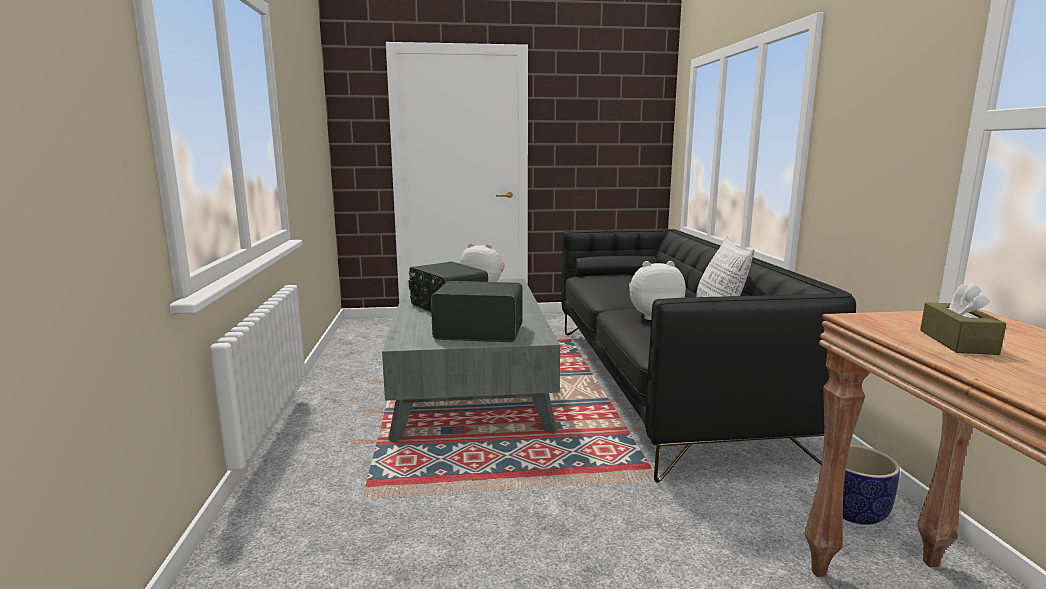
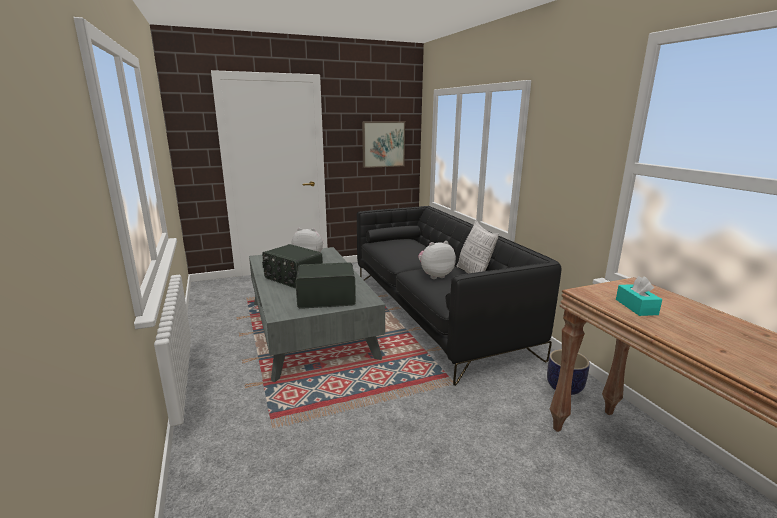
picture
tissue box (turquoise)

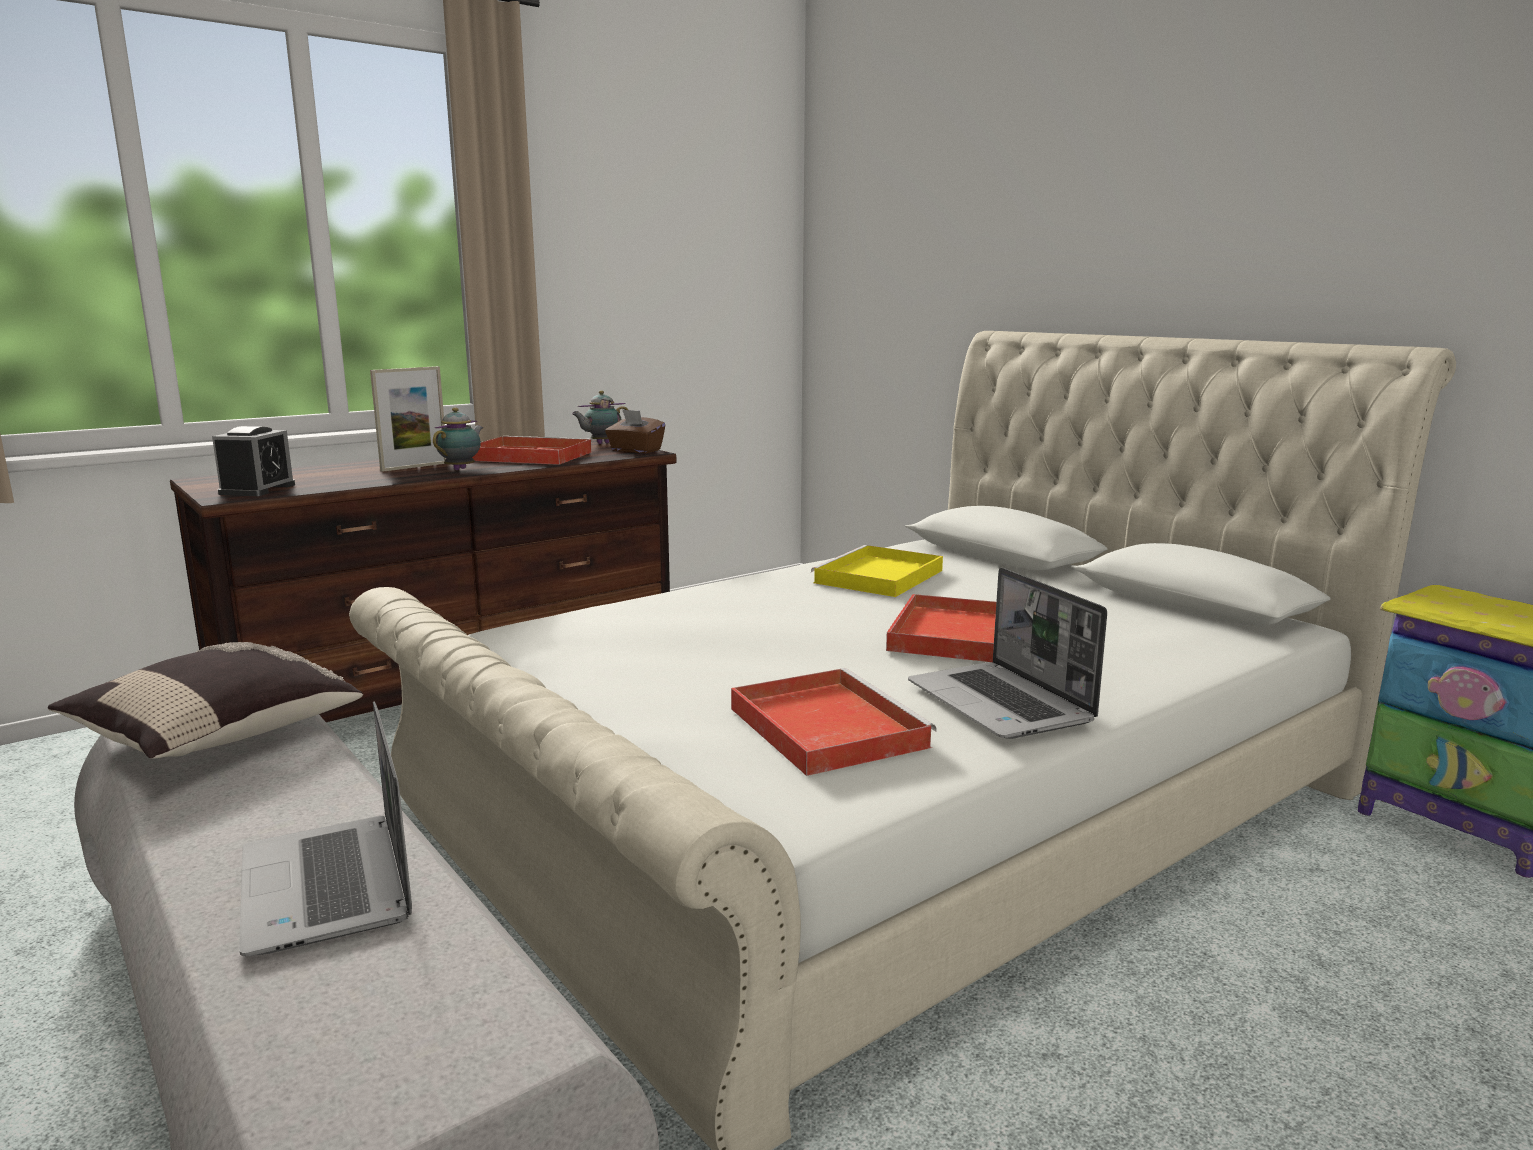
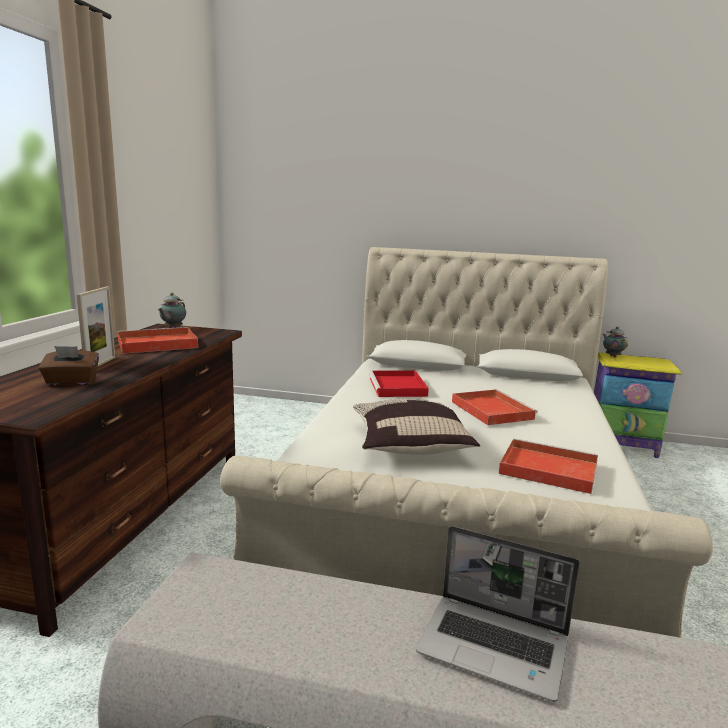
tissue box (brown)
pillow
tray (red) (no. 2 from left)
teapot (no. 2 from left)
alarm clock
laptop (no. 2 from left in the first image)

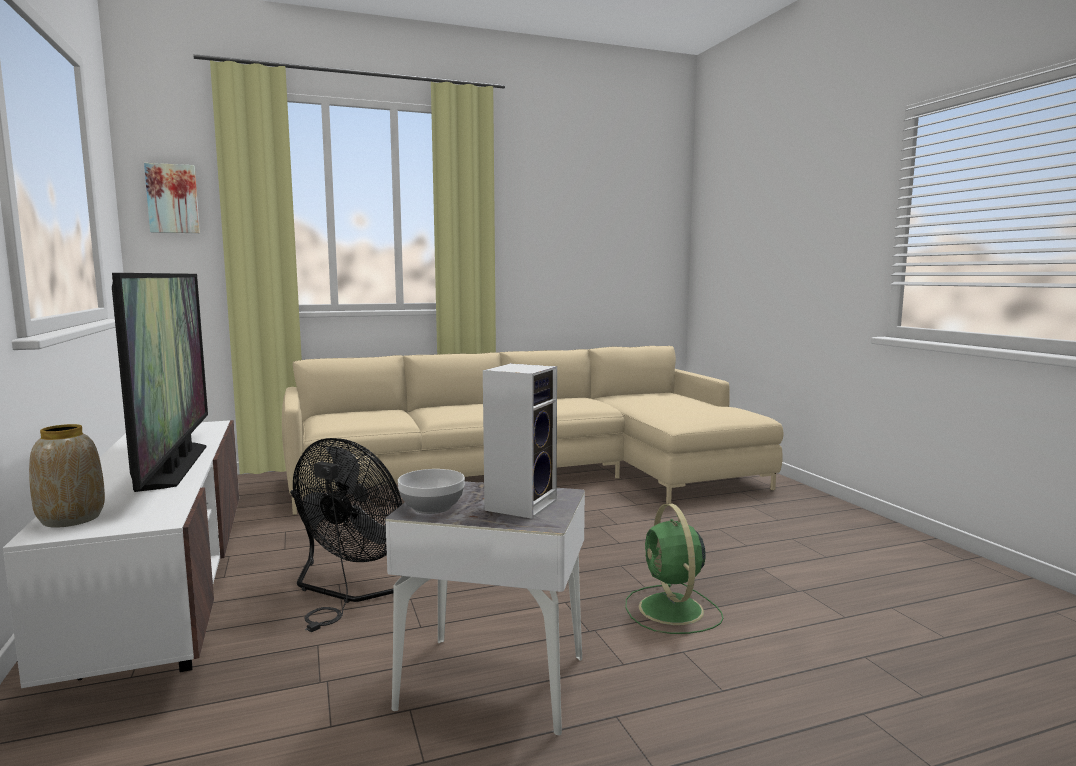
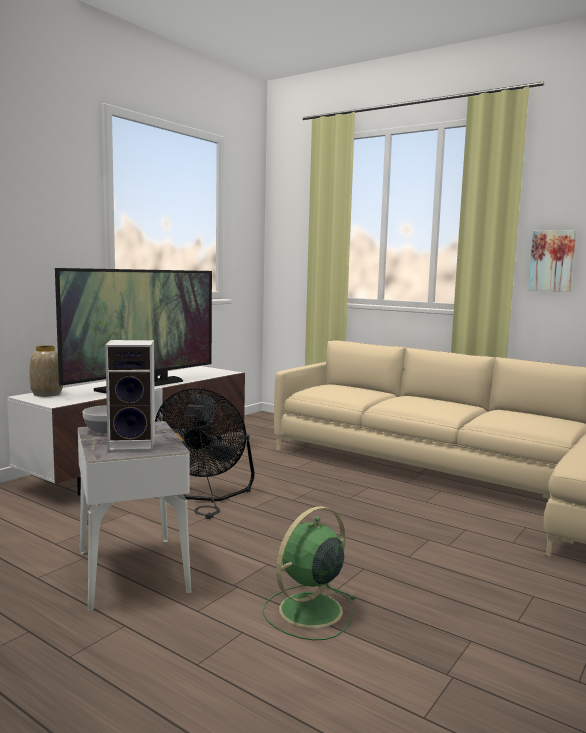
fan (black)
picture

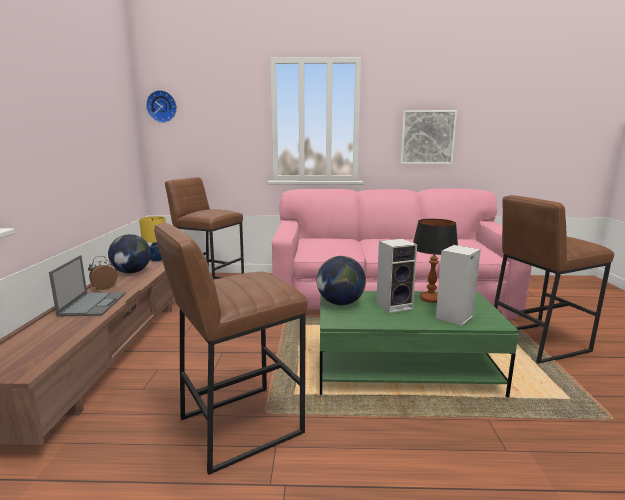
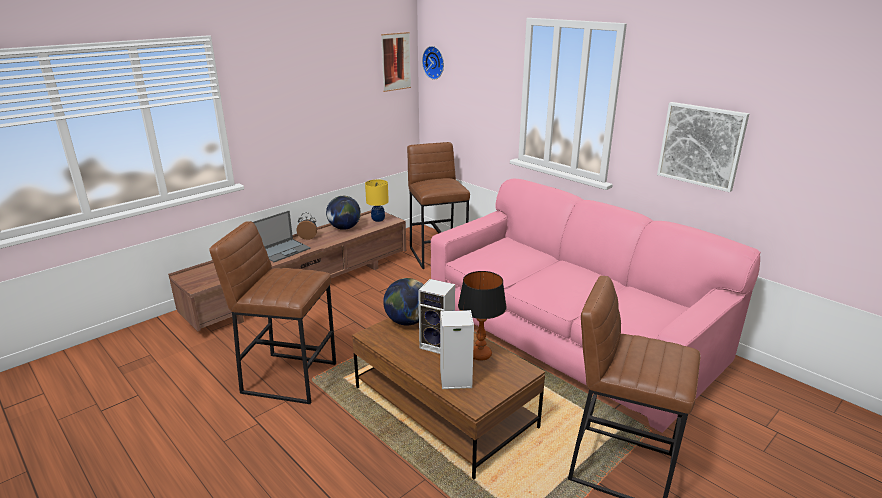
coffee table (brown)
picture (no. 1 from left)

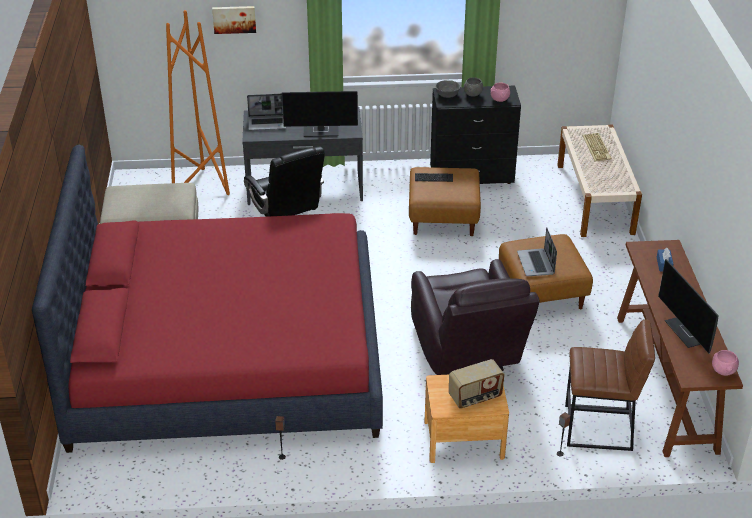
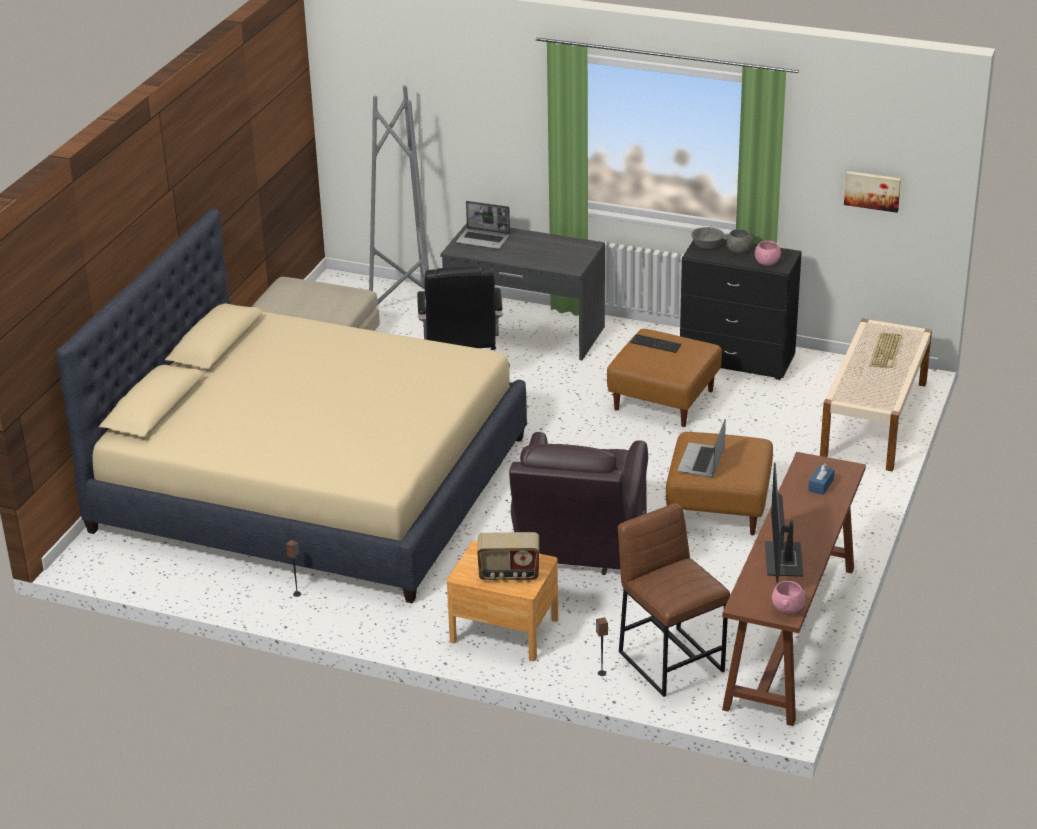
bed (beige)
clothes rack (grey)
chair (brown)
picture
monitor (no. 1 from left in the first image)

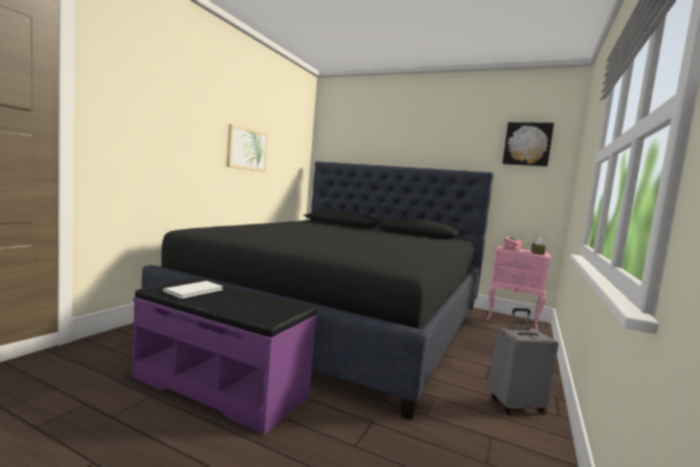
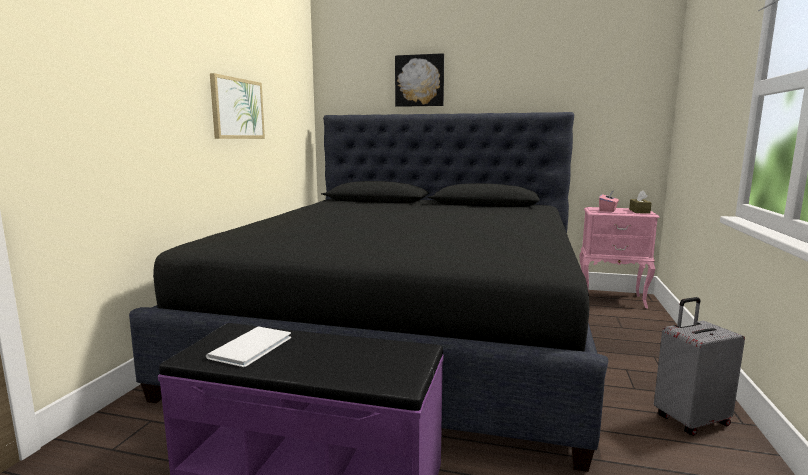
picture (no. 2 from left)

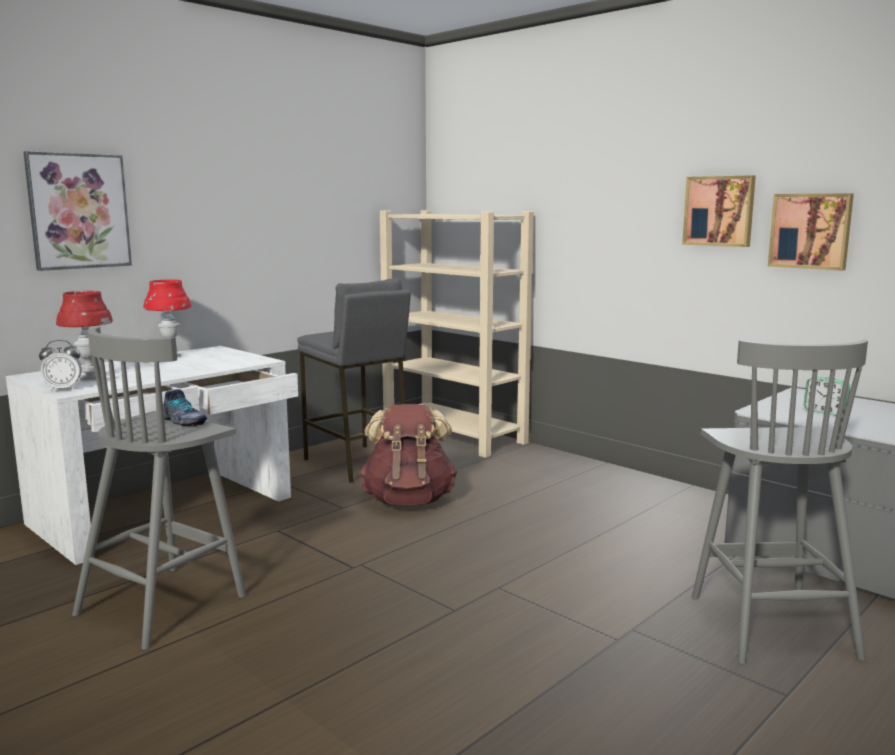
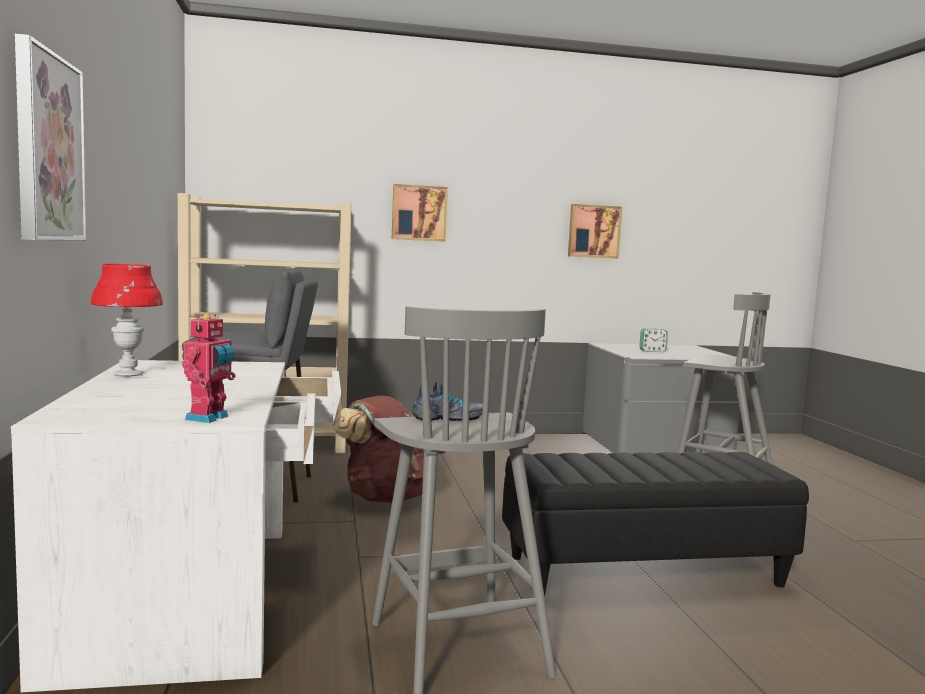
toy robot
picture (no. 2 from left)
ottoman (black)
table lamp (red) (no. 1 from left in the first image)

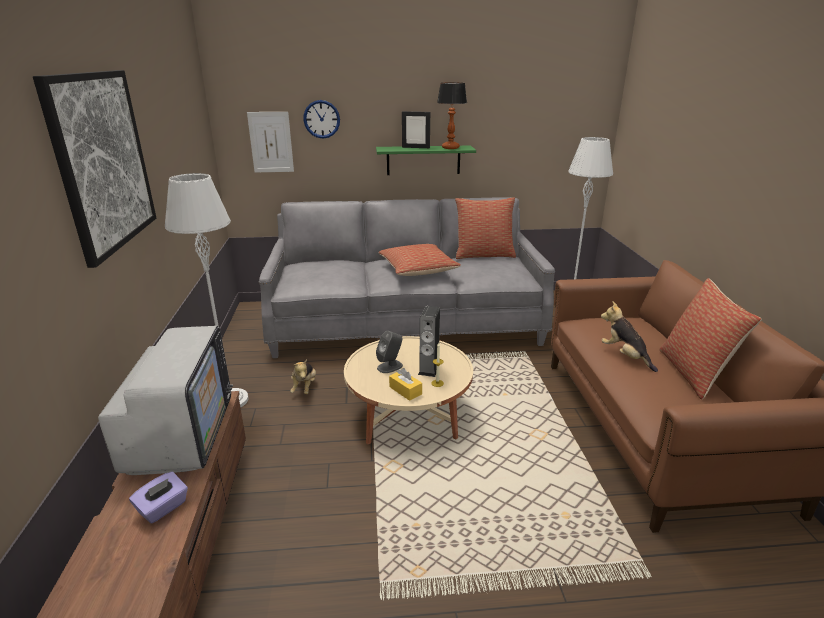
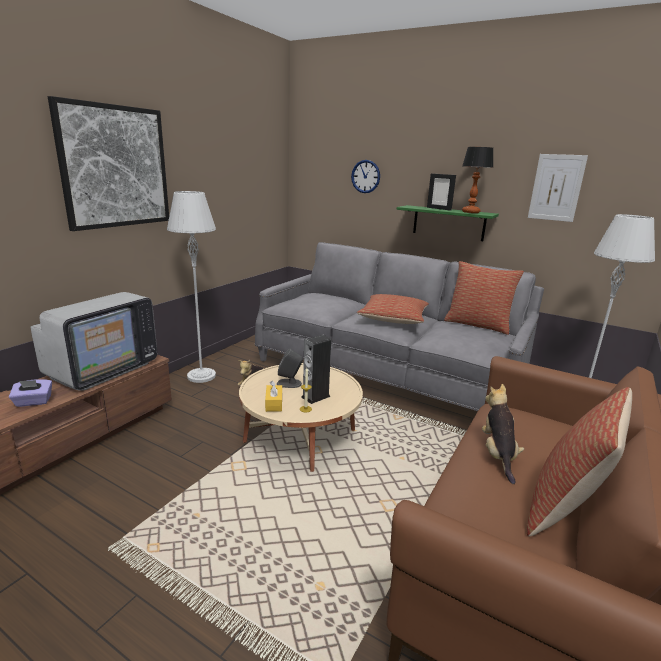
picture (no. 2 from left)

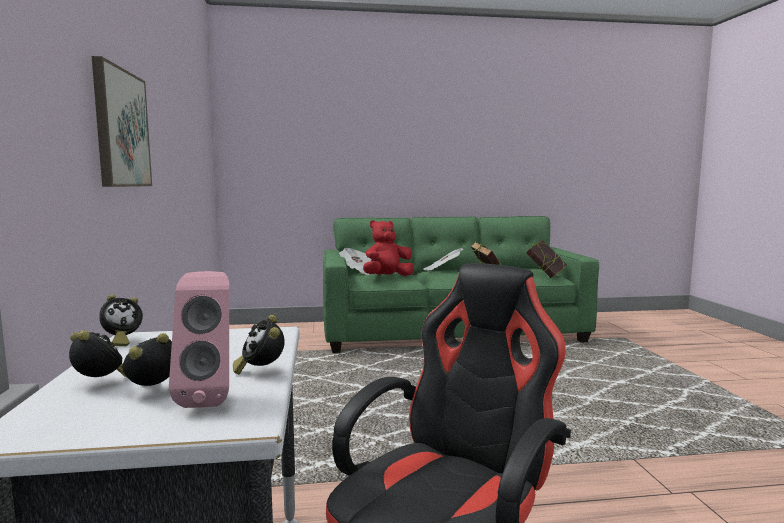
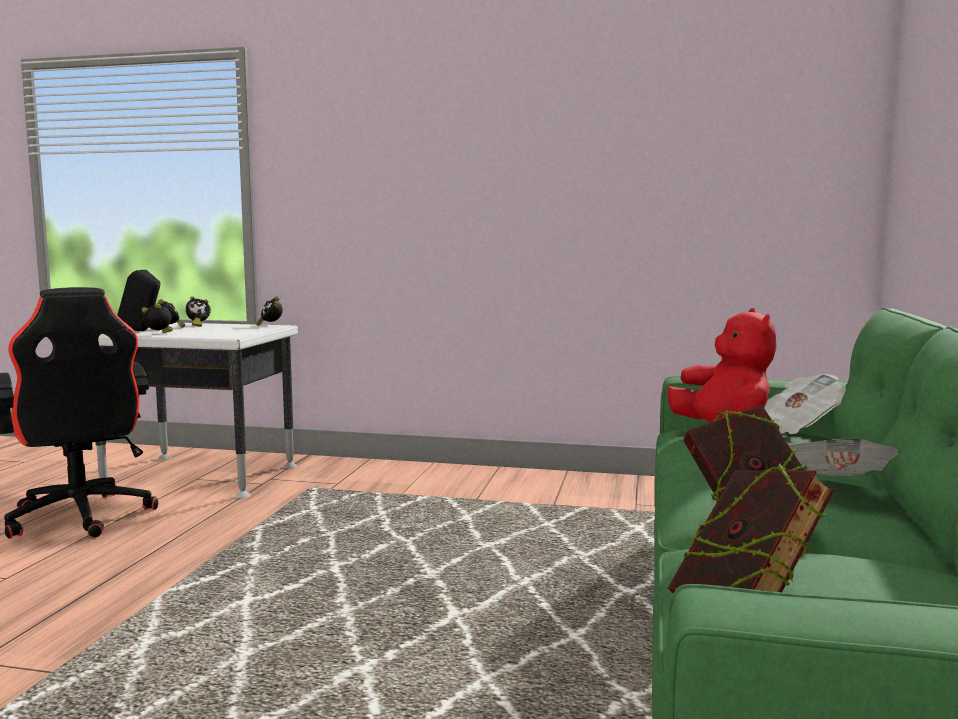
speaker (black)
picture

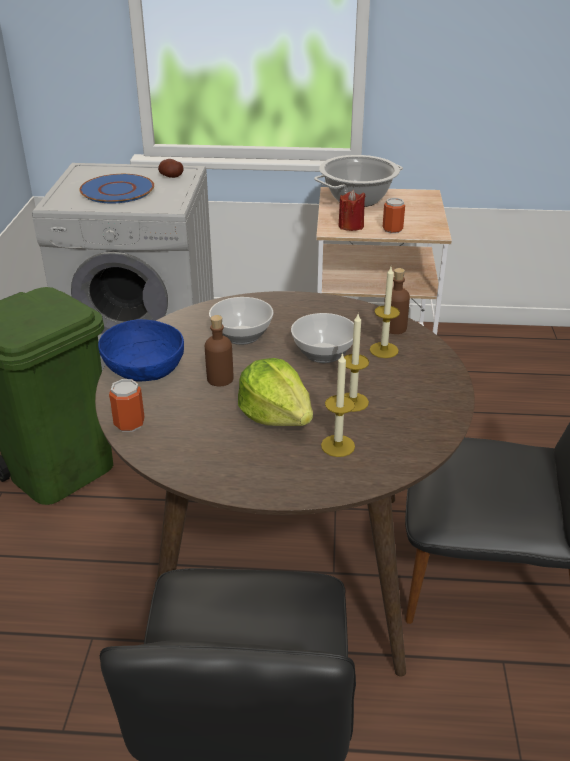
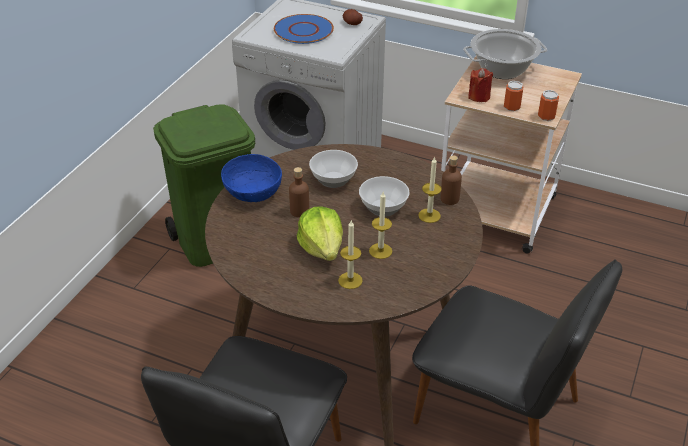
can (no. 2 from left)

